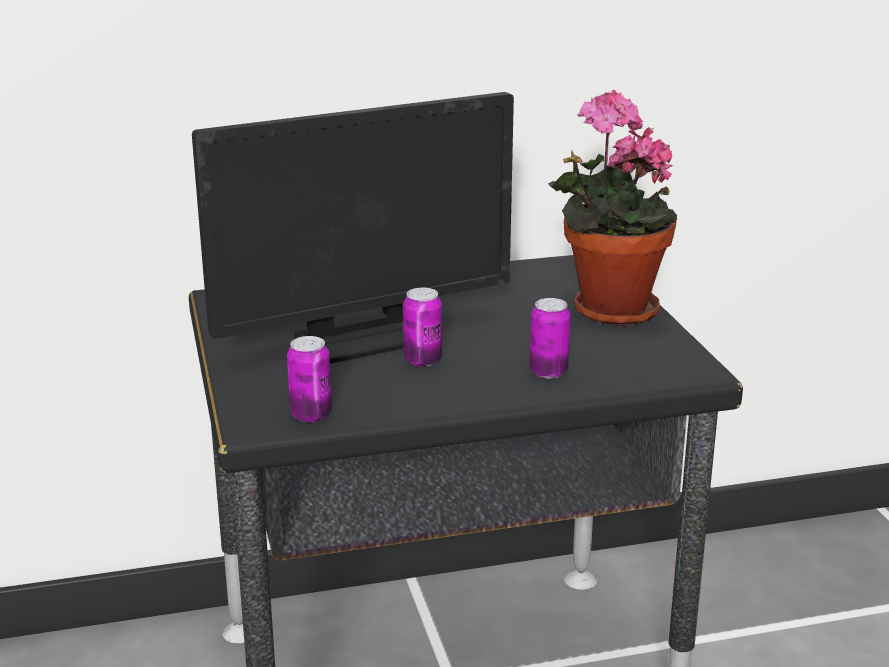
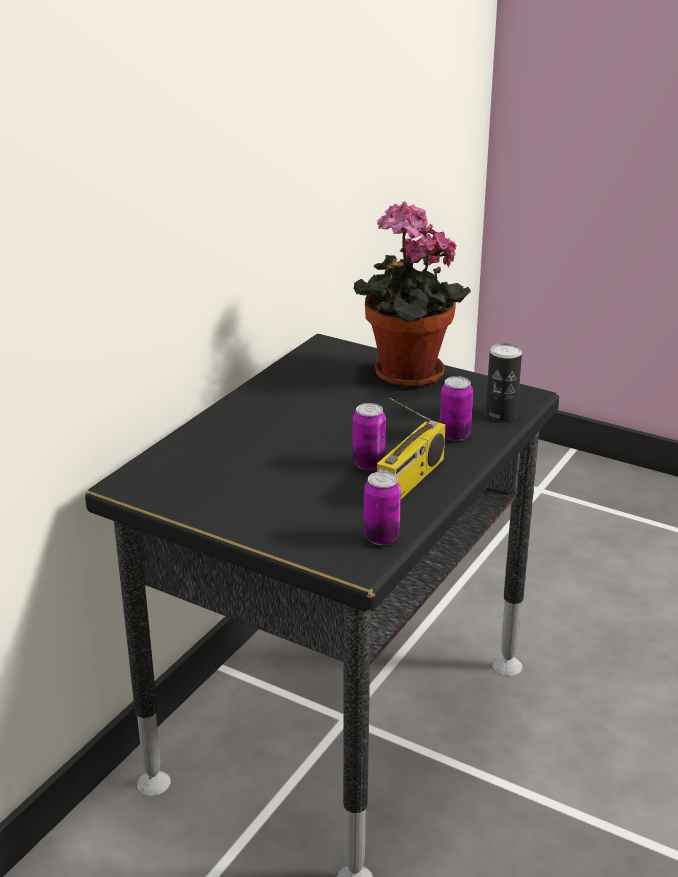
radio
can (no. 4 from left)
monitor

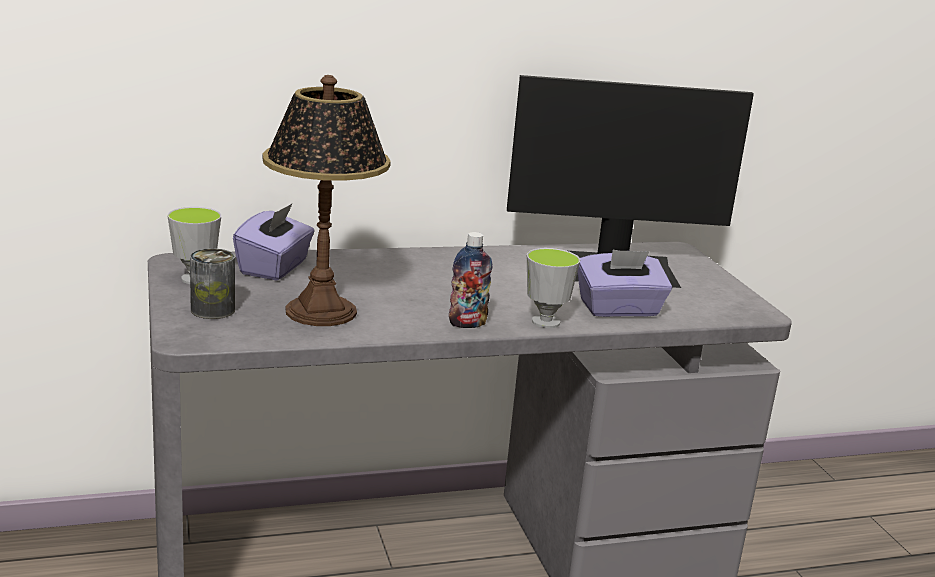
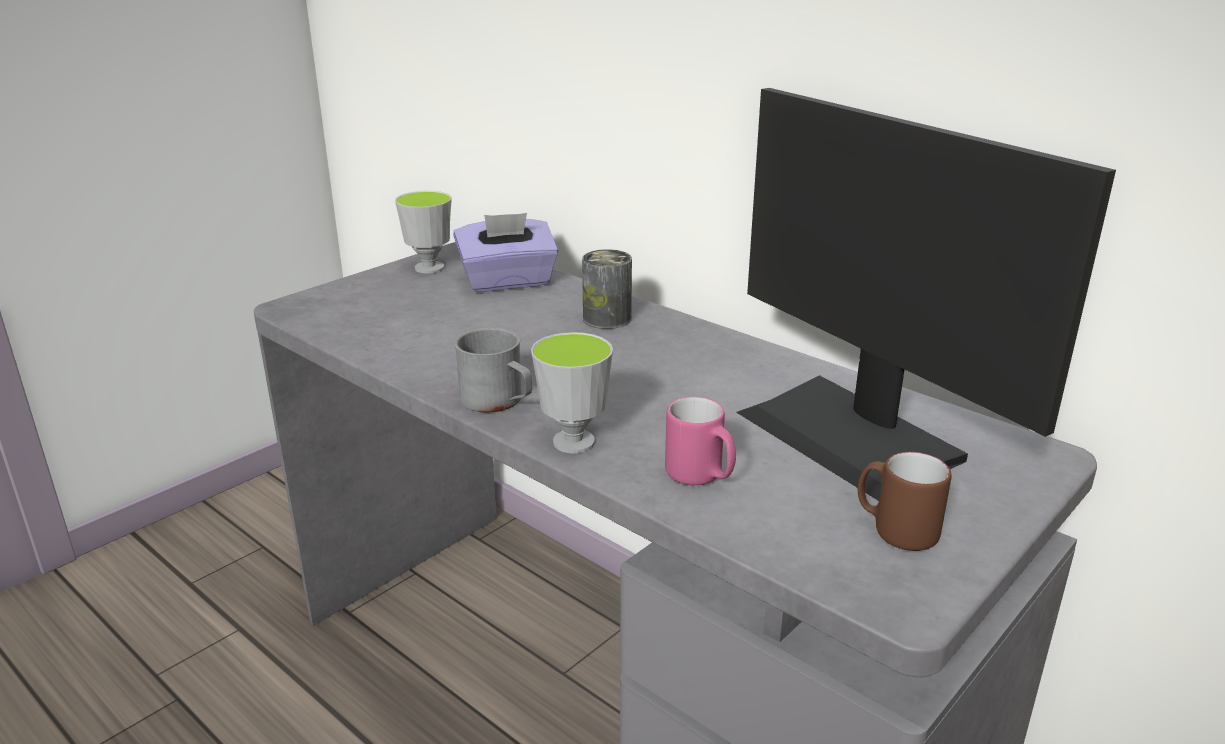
mug (grey)
can
mug (pink)
mug (brown)
table lamp

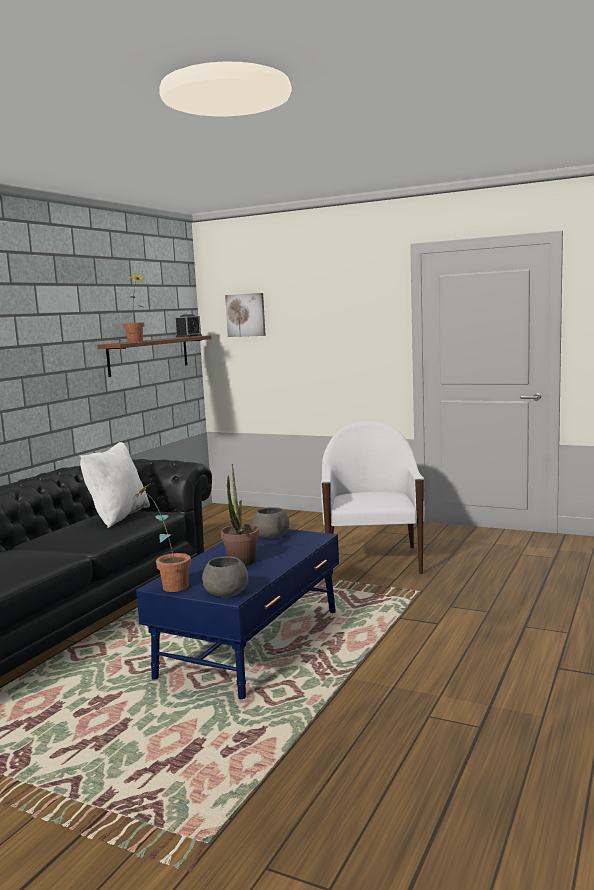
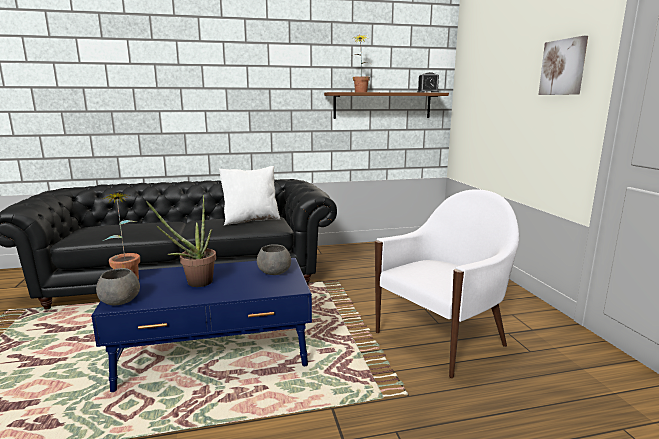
picture

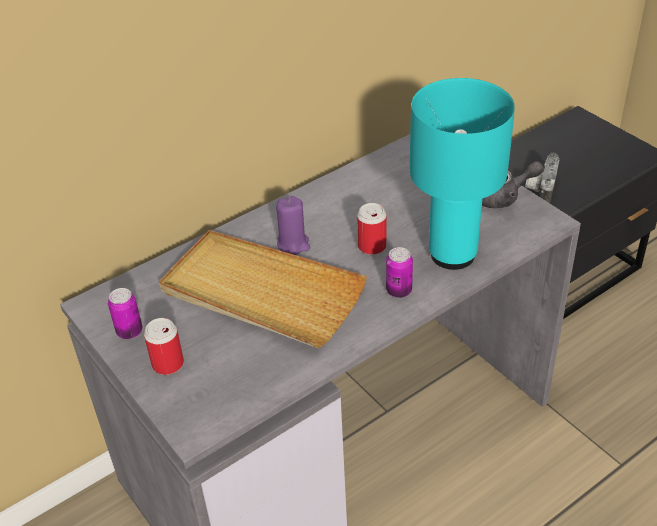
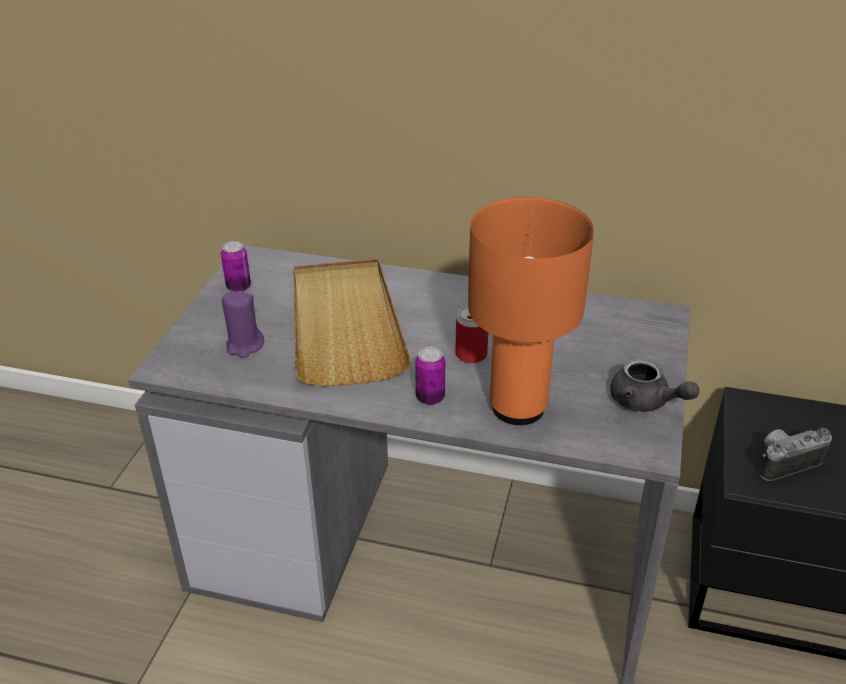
candle (purple)
table lamp (orange)
can (no. 2 from left in the first image)

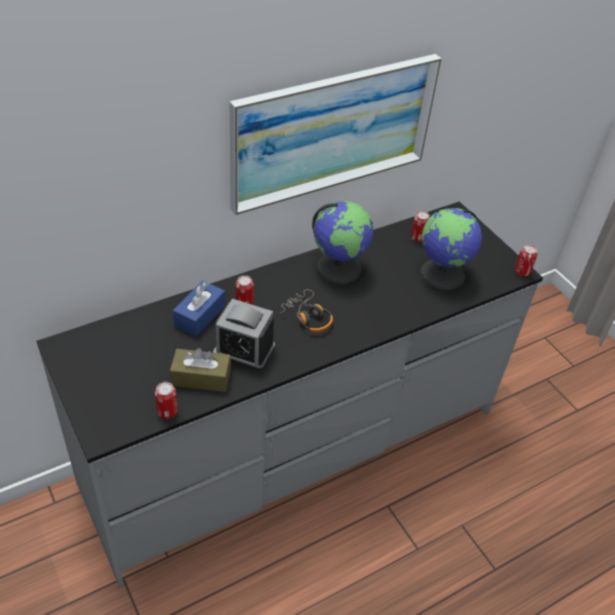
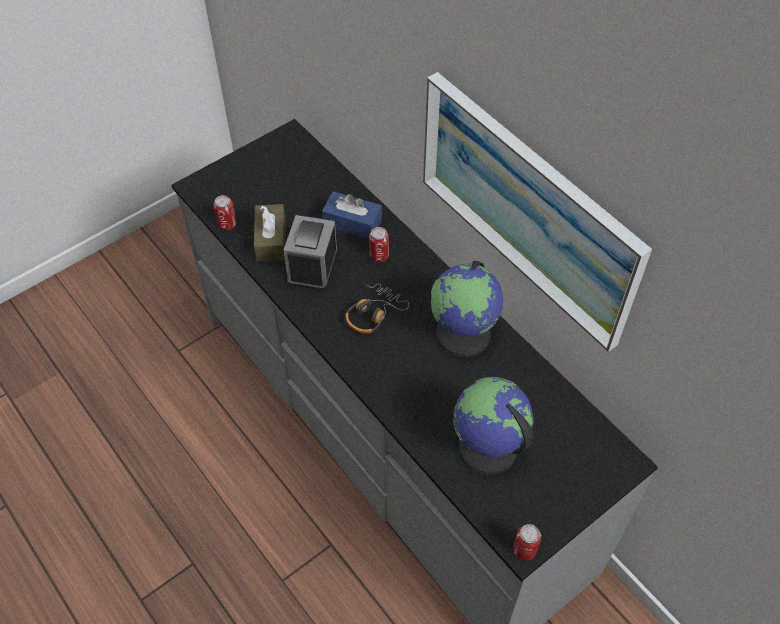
can (no. 3 from left in the first image)

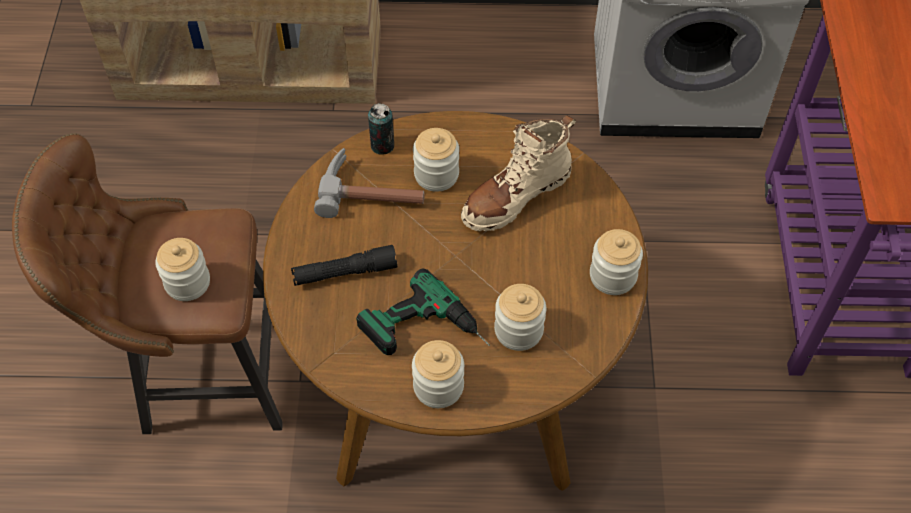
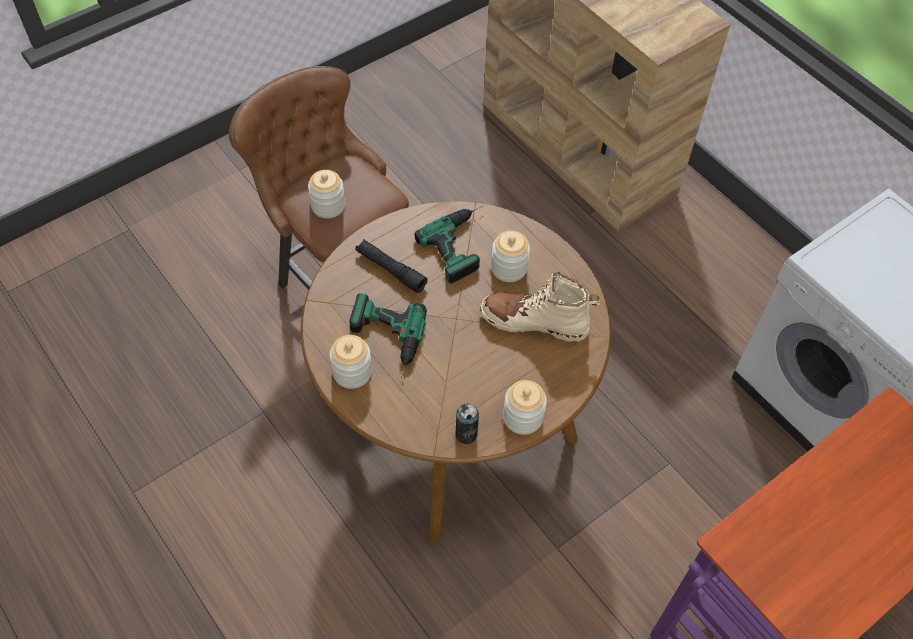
power drill (no. 2 from left)
can
jar (no. 4 from left in the first image)

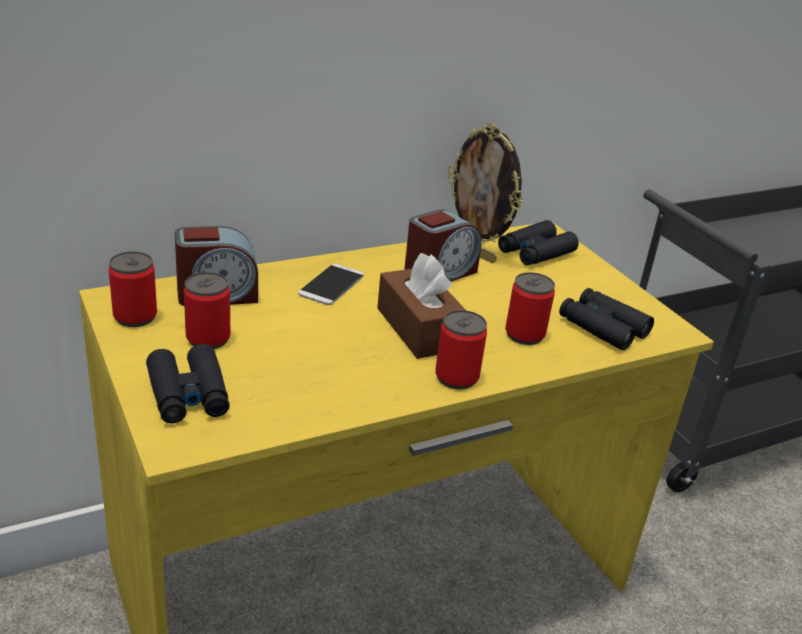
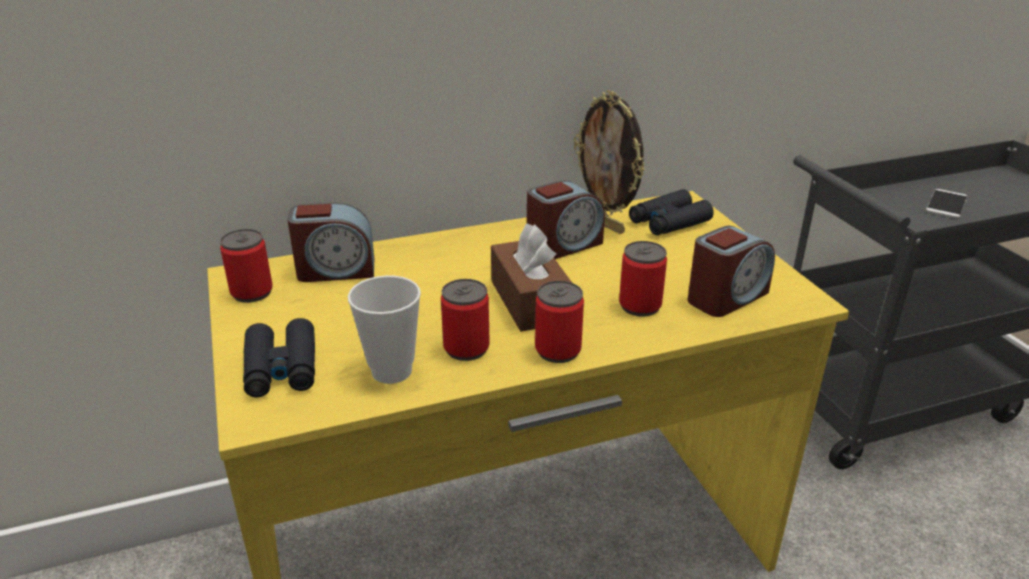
cup
can (no. 2 from left)
alarm clock (no. 3 from left)
phone

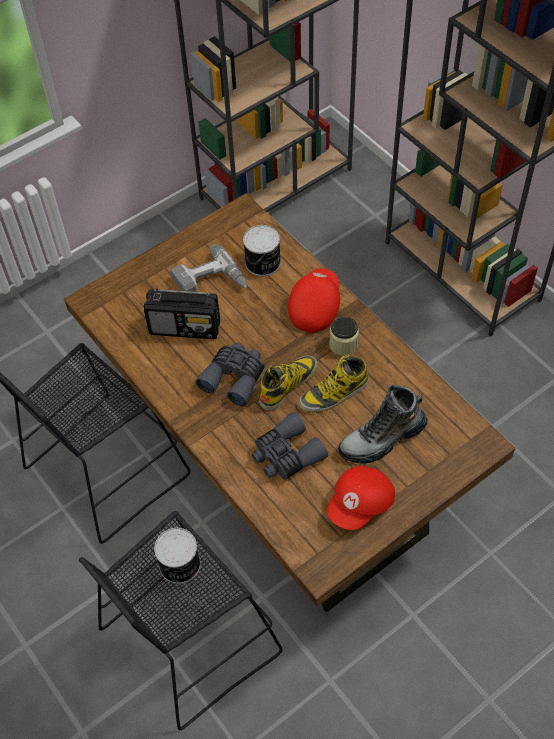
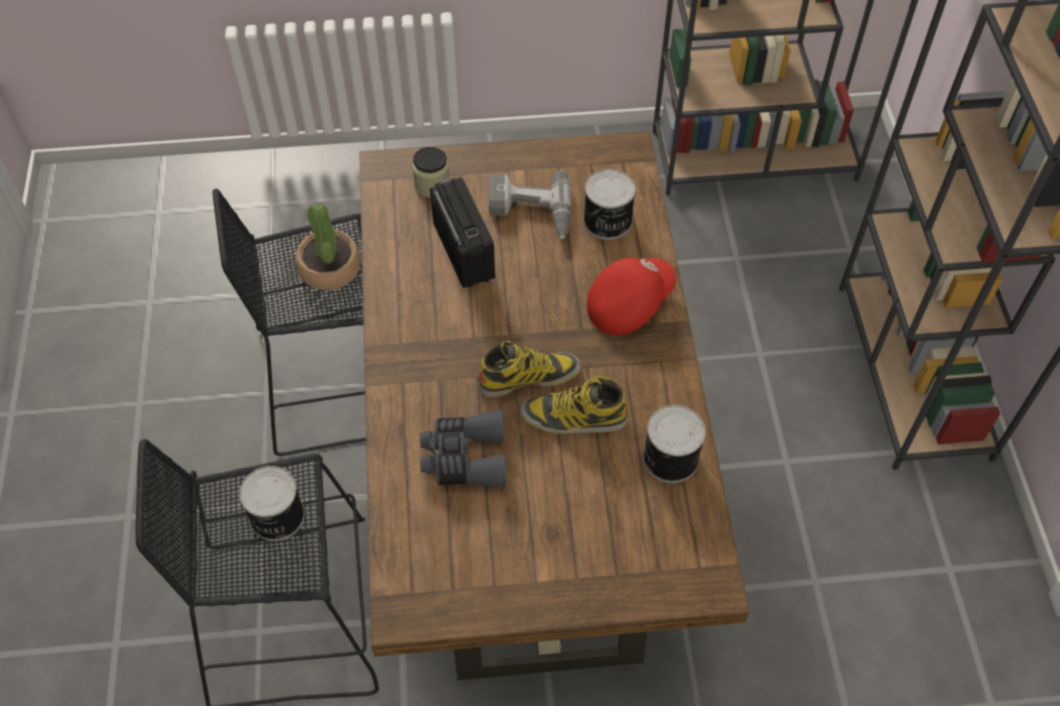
potted plant
jar
radio
can (no. 3 from left)
binoculars (grey) (no. 1 from left in the first image)
cap (red) (no. 2 from left in the first image)
boot (no. 3 from left in the first image)

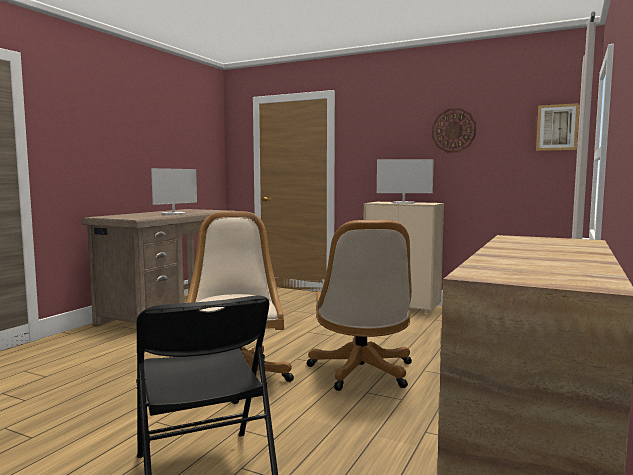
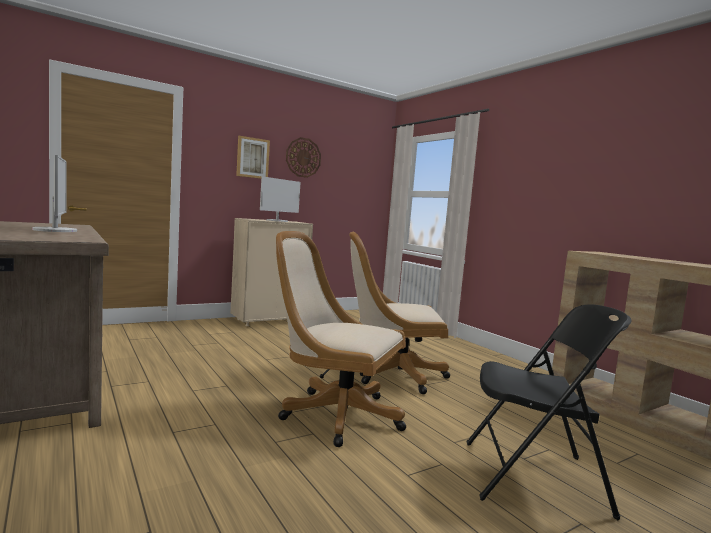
picture
office chair (no. 2 from left)

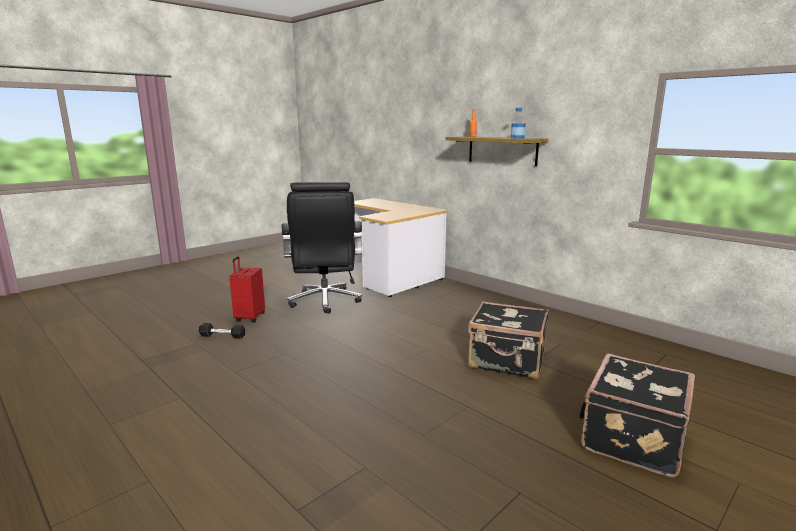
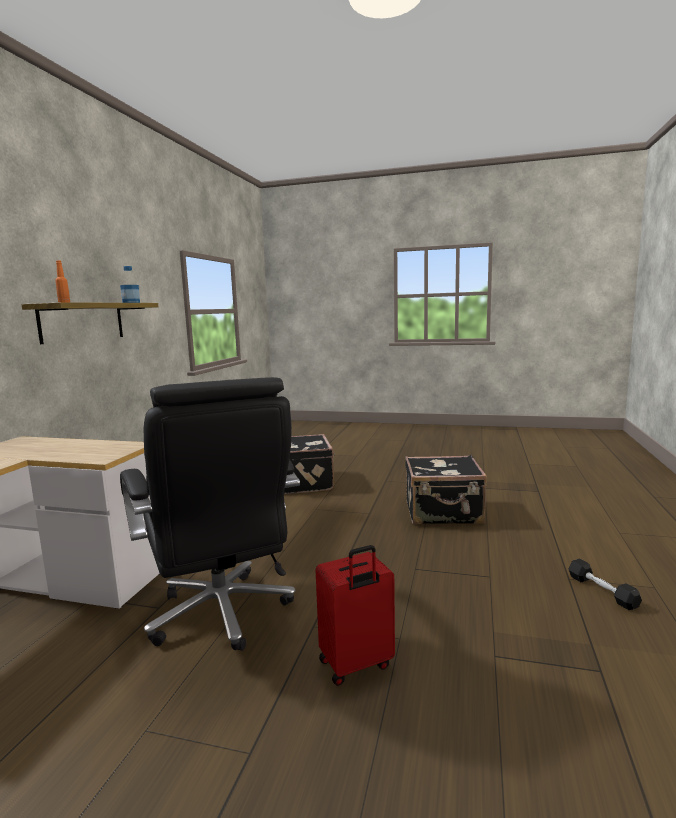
office chair (black)
suitcase (black) (no. 2 from left)
dumbbell (black)

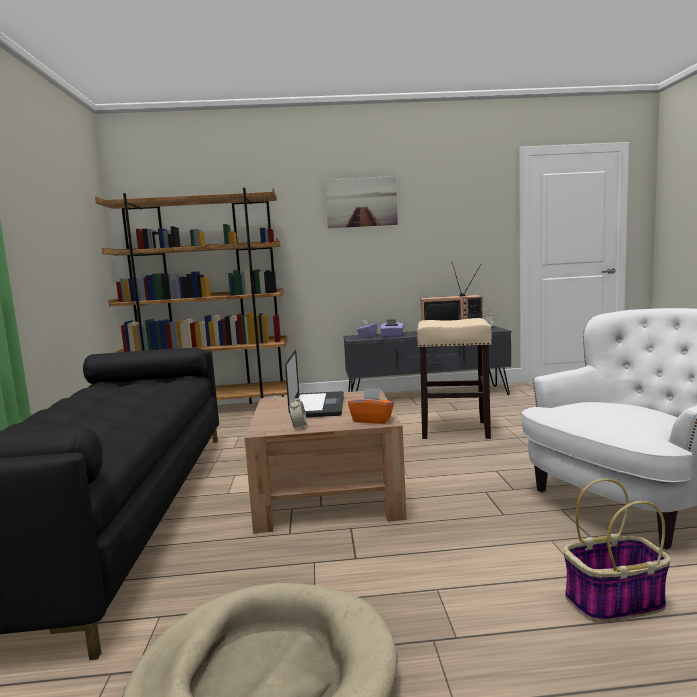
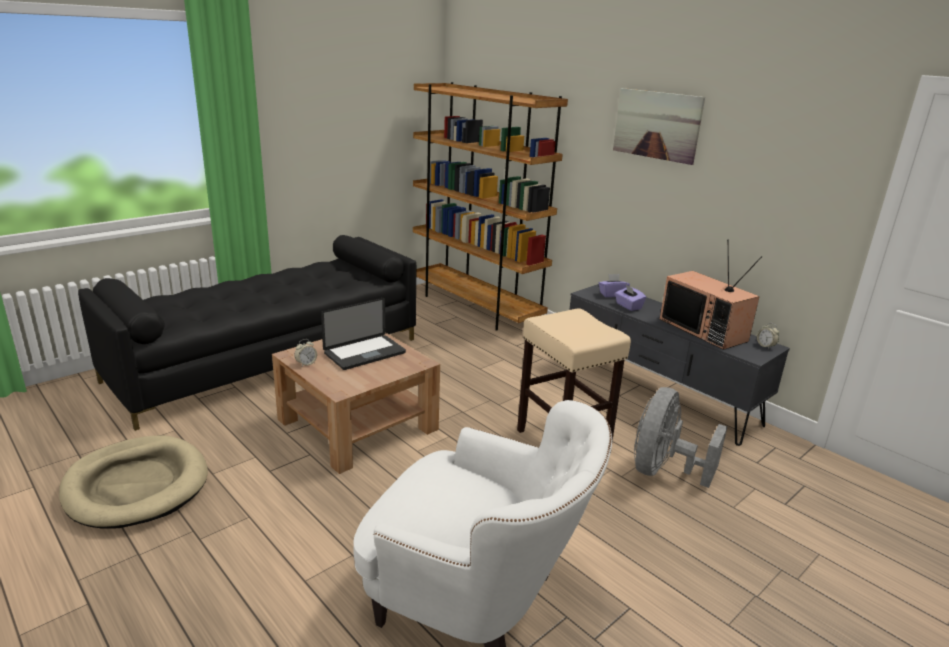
fan (grey)
tissue box (orange)
basket

